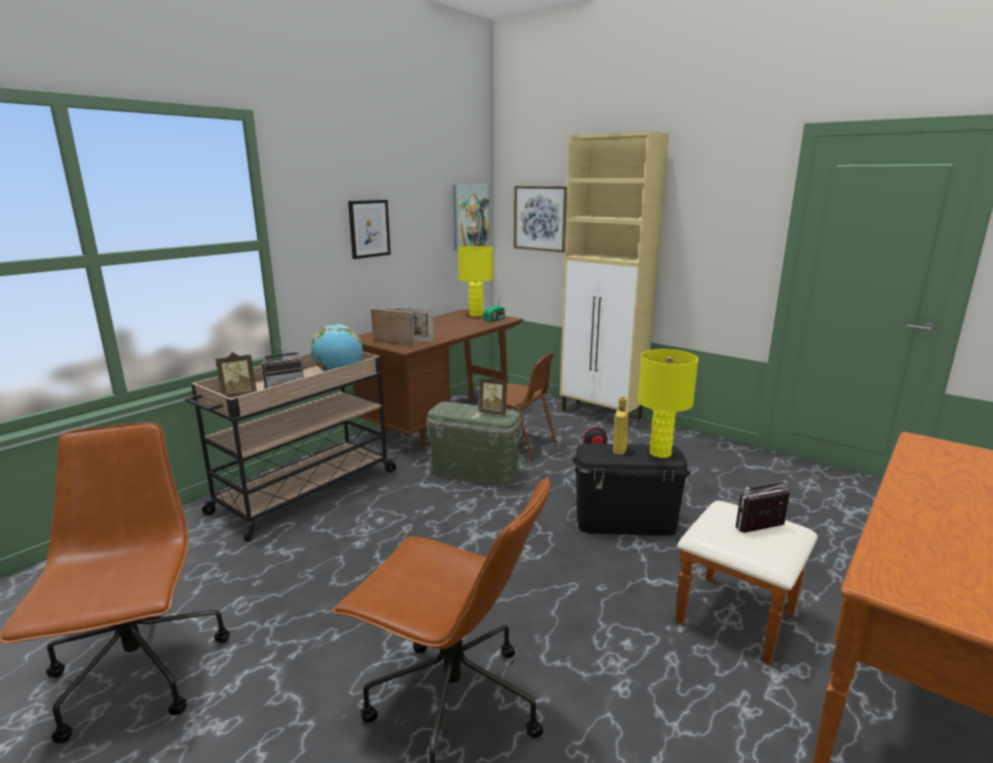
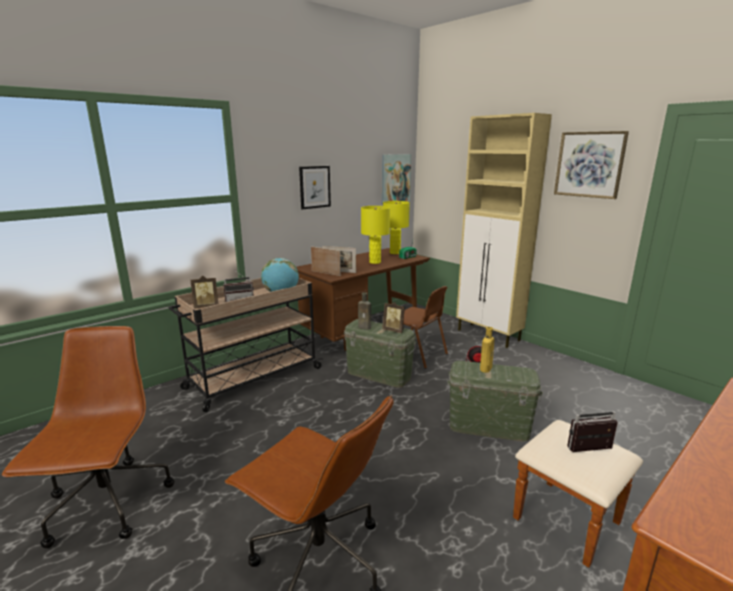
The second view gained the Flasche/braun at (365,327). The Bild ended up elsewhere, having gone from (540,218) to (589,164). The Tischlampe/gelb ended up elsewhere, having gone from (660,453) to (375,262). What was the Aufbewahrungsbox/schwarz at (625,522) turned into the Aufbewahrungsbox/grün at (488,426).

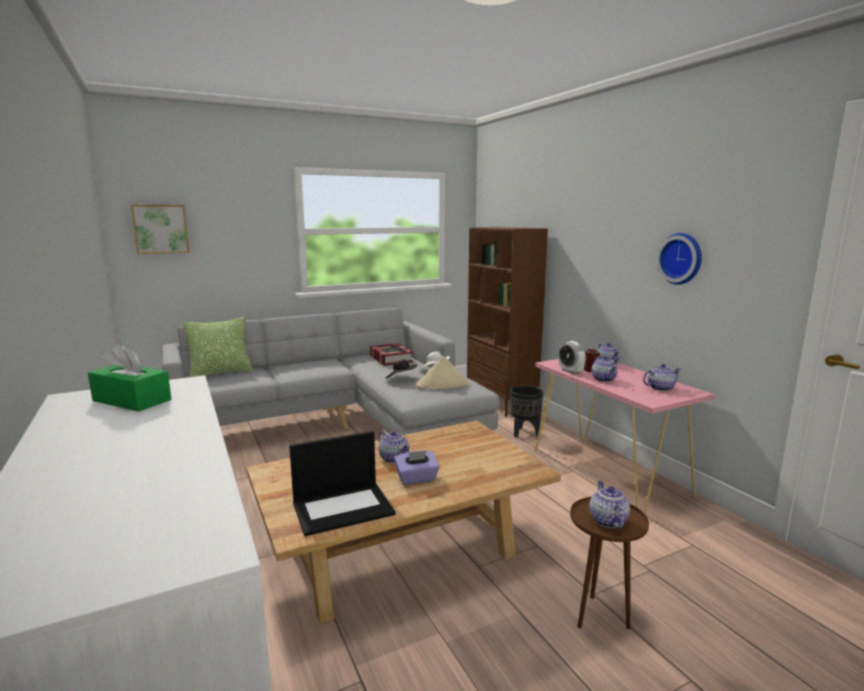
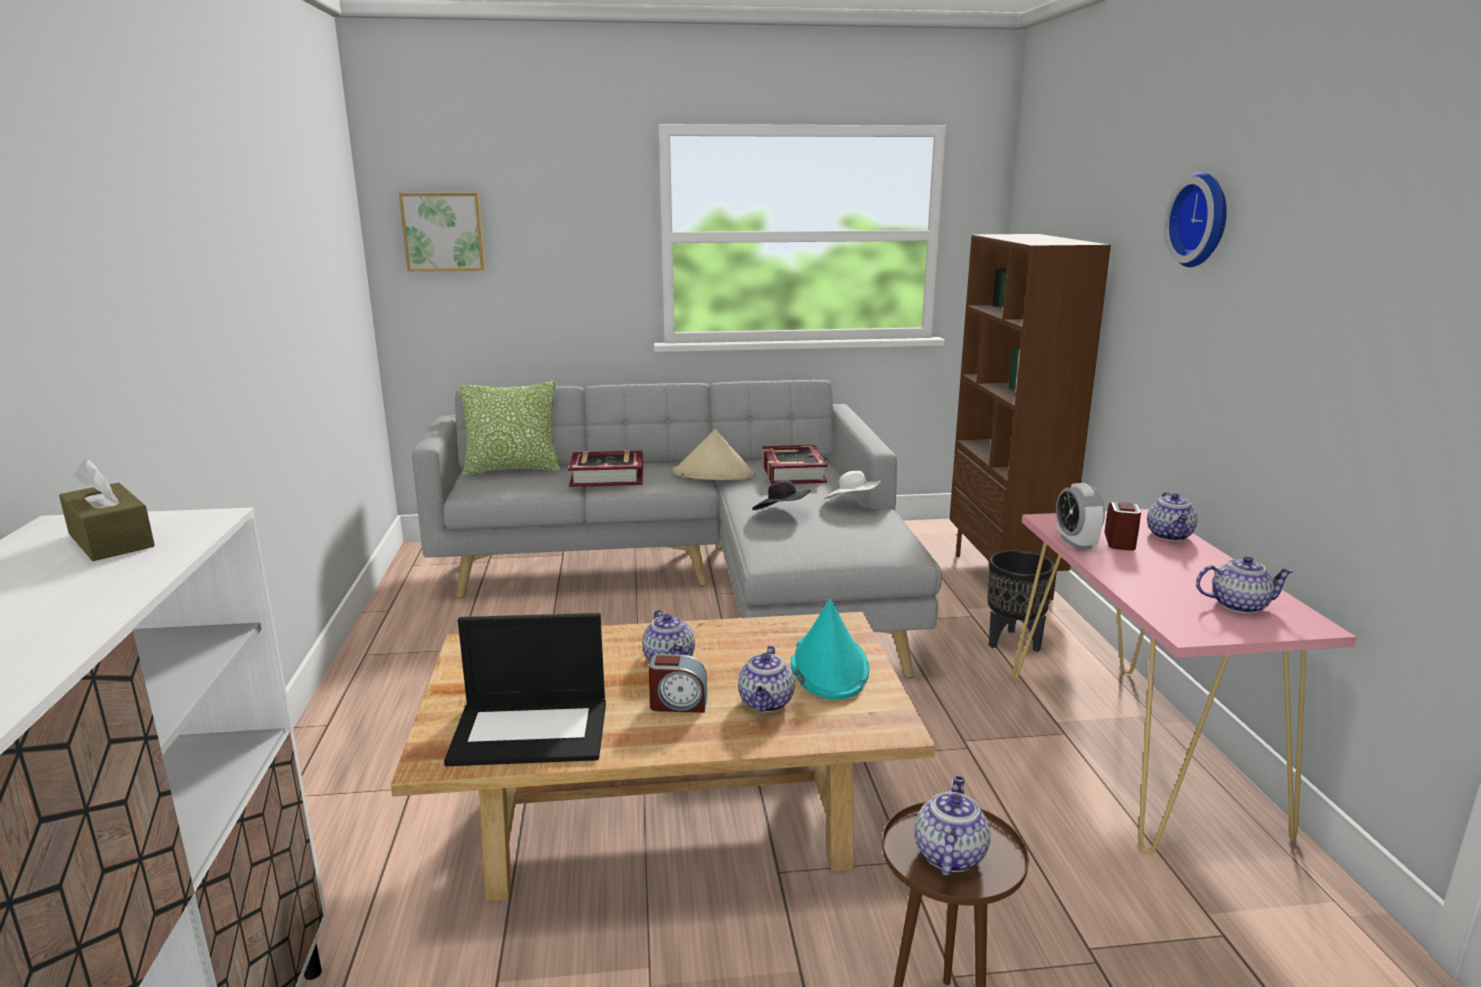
The second view gained the Buch at (607,477). The second view gained the Hut/türkis at (828,666). The Hut/beige ended up elsewhere, having gone from (442,385) to (714,474). The Teekanne ended up elsewhere, having gone from (604,379) to (766,703). The Wanduhr ended up elsewhere, having gone from (681,258) to (1203,220). Where the Taschentuchbox/lila stood at (417,479), the Wecker came to stand at (678,704). What was the Taschentuchbox/grün at (132,400) turned into the Taschentuchbox/braun at (111,540).

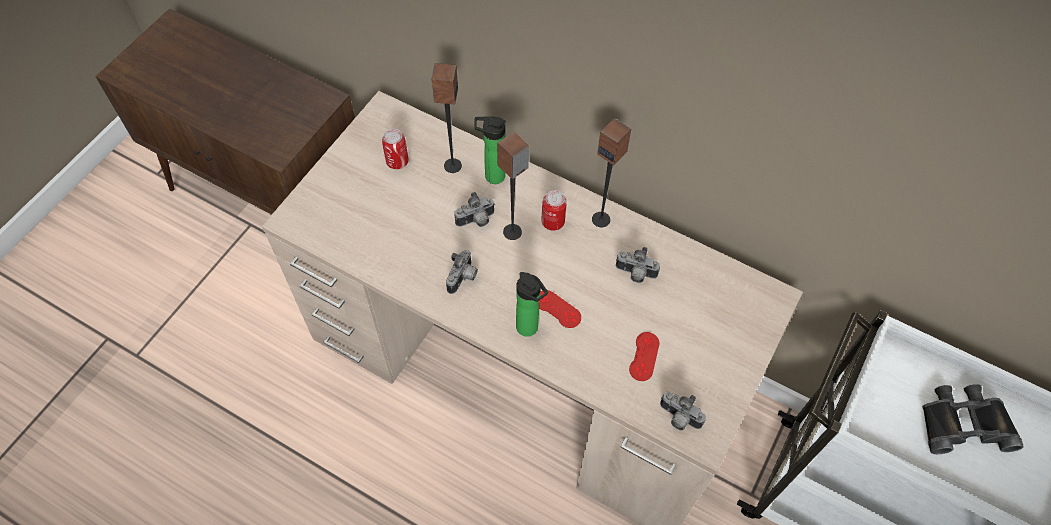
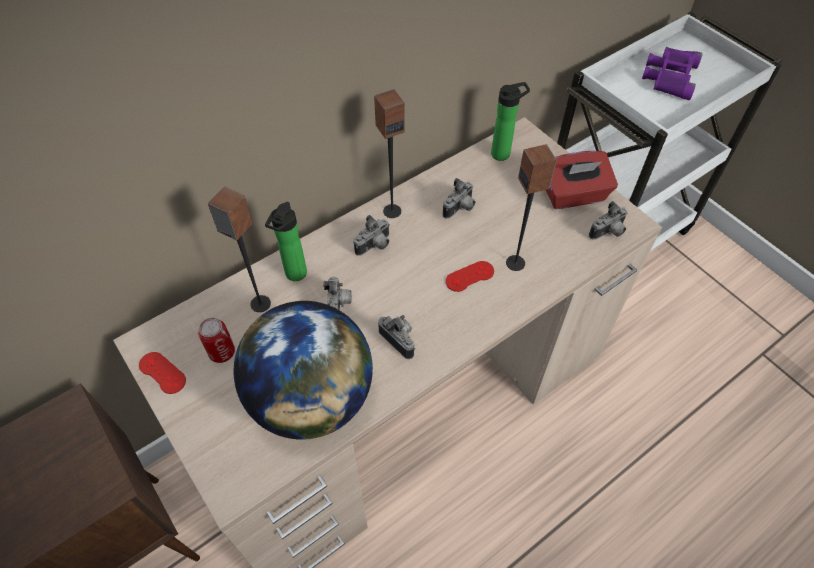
The second view gained the Globus at (312,399). The second view gained the Taschentuchbox/rot at (573,195). The Lautsprecher ended up elsewhere, having gone from (512,232) to (516,263). The Flasche ended up elsewhere, having gone from (529,329) to (503,153). The Gamepad/rot ended up elsewhere, having gone from (644,356) to (162,373). Where the Dose stood at (553,222), the Kamera came to stand at (375,246). What was the Fernglas/schwarz at (963,423) turned into the Fernglas/lila at (669,77).

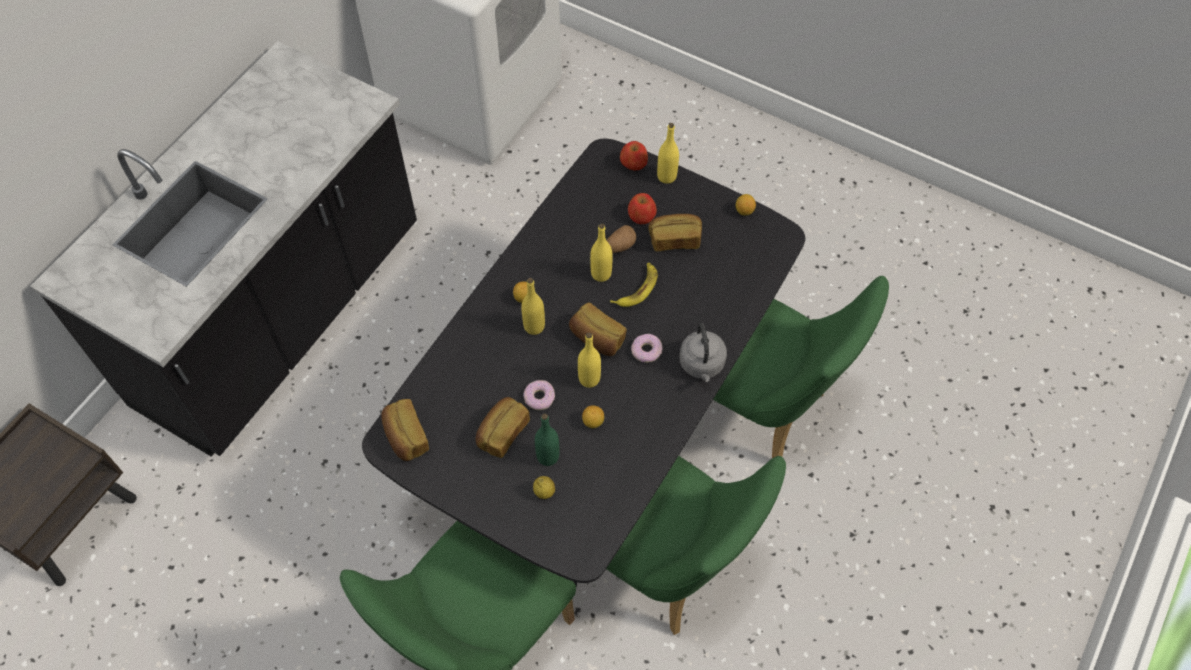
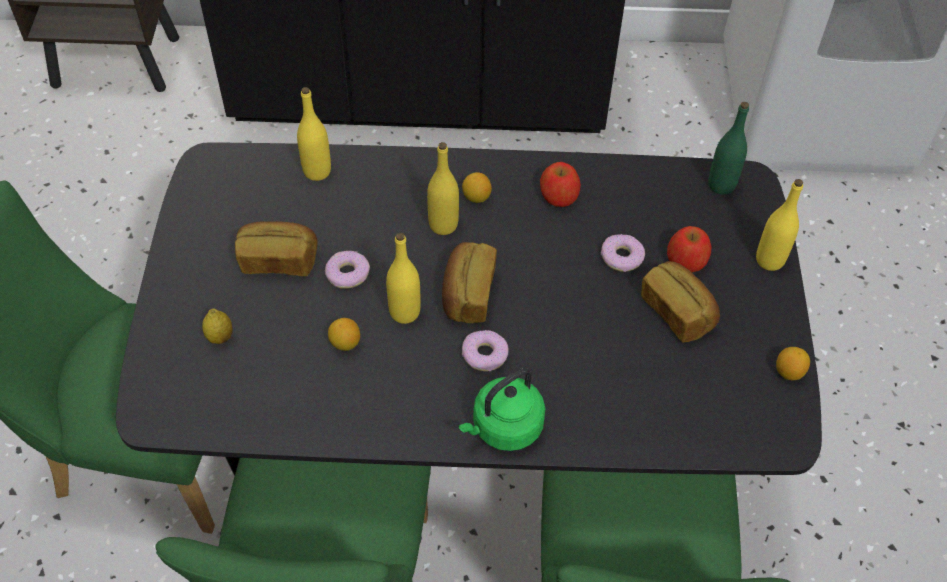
The second view lost the Brot at (406,437). The second view lost the Banane at (637,288). The Flasche/grün ended up elsewhere, having gone from (548,456) to (721,185). The Flasche/gelb ended up elsewhere, having gone from (601,274) to (317,171). The Apfel ended up elsewhere, having gone from (633,163) to (559,195). Where the Kartoffel stood at (619,246), the Donut came to stand at (621,257). What was the Wasserkessel/grau at (702,365) turned into the Wasserkessel/grün at (504,427).

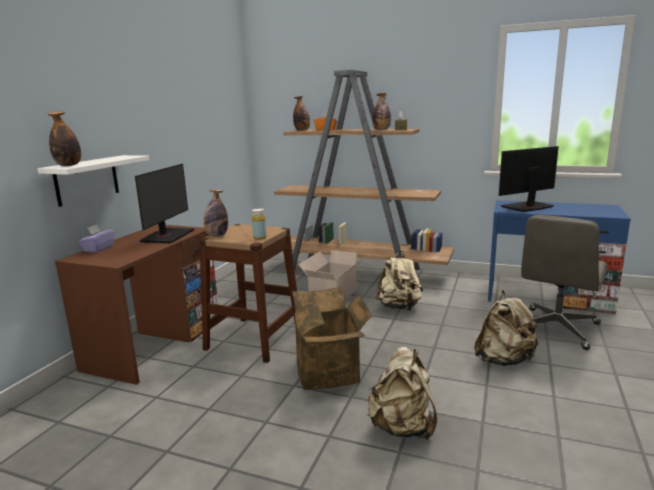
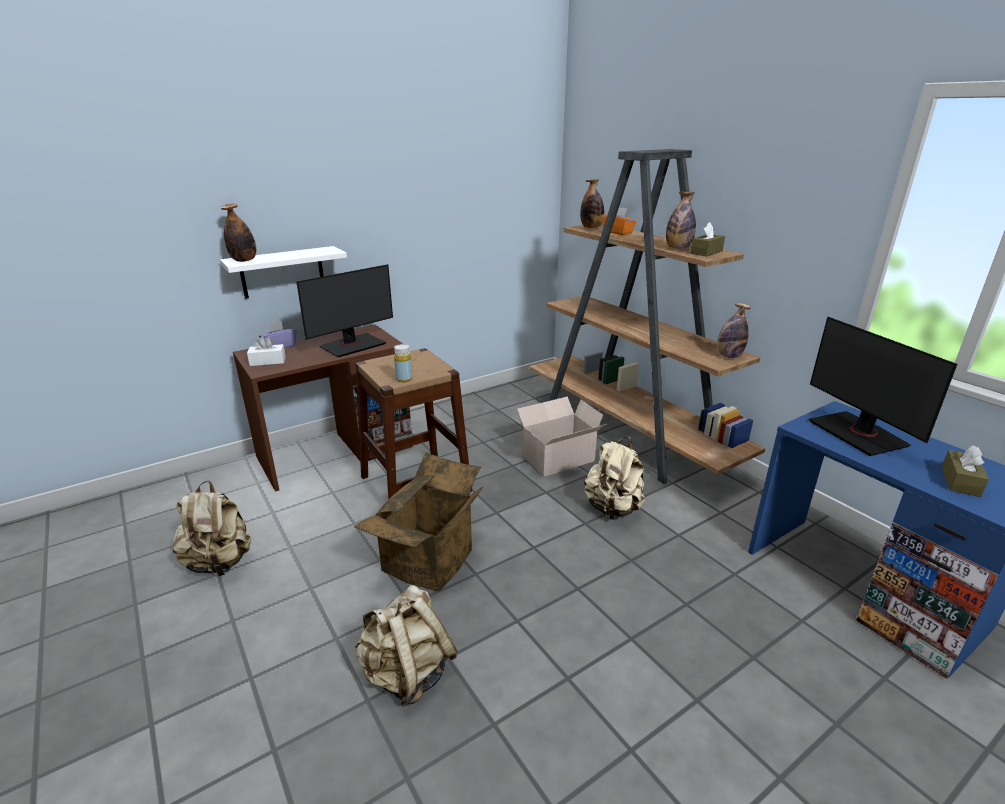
The second view lost the Bürostuhl/grau at (556,329). The second view gained the Taschentuchbox/weiß at (267,361). The second view gained the Taschentuchbox/braun at (960,481). The Flasche ended up elsewhere, having gone from (217,236) to (729,356). The Rucksack/beige ended up elsewhere, having gone from (504,360) to (219,563). The Monitor at (527,207) ended up facing another way, 120 degrees counterclockwise from before.

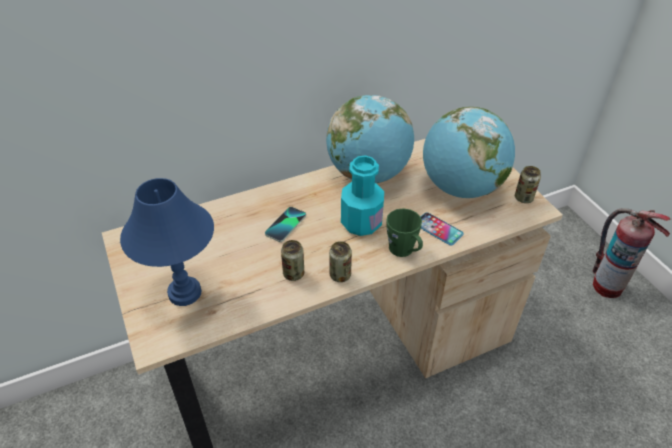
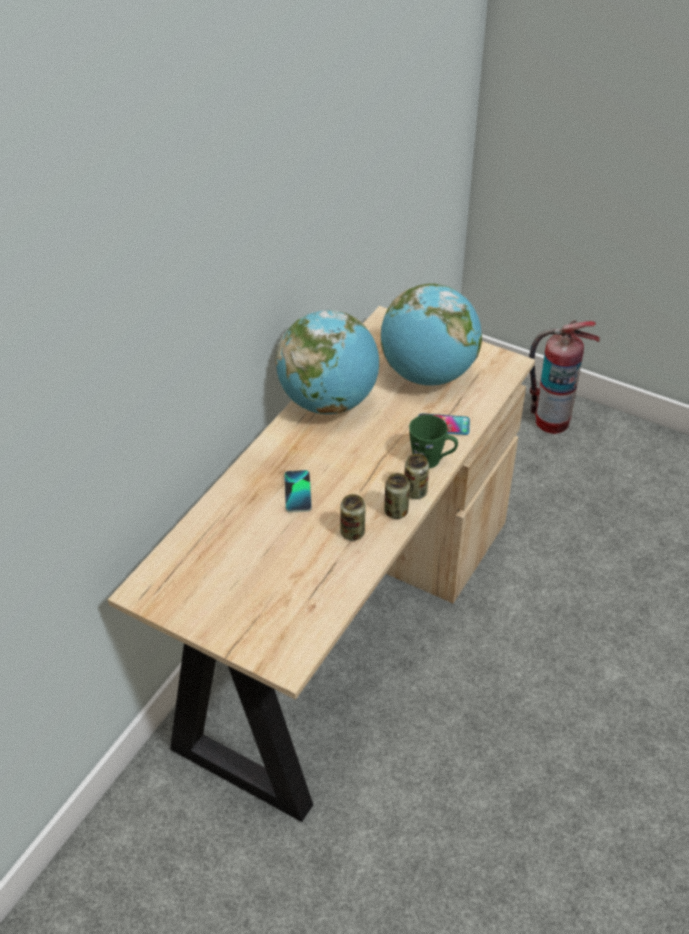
The second view lost the Tischlampe/blau at (185,293). The second view lost the Flasche/türkis at (361,222). The Dose ended up elsewhere, having gone from (523,198) to (415,492).

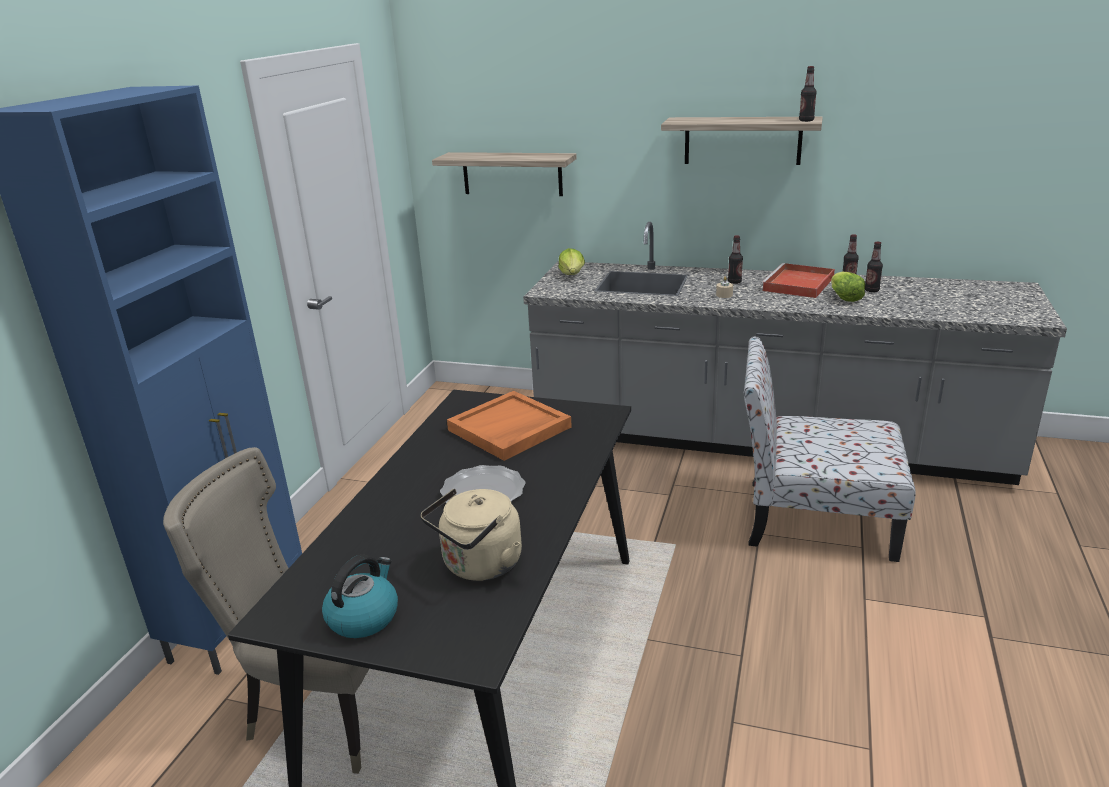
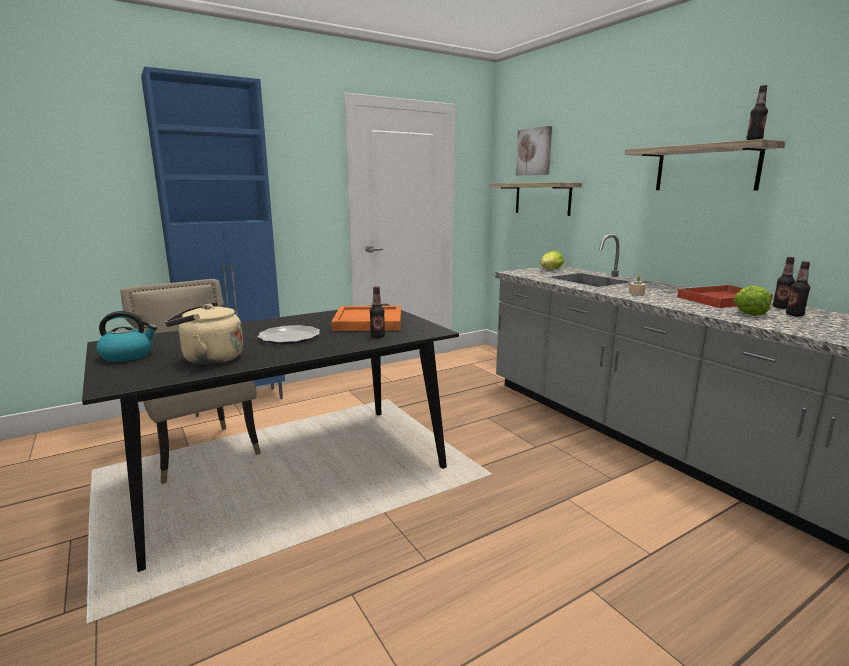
The second view lost the Stuhl at (814,519). The second view gained the Bild at (534,152). The Flasche ended up elsewhere, having gone from (734,282) to (377,336).

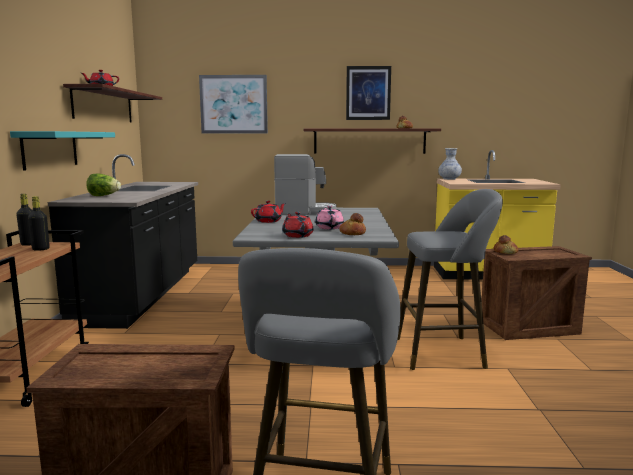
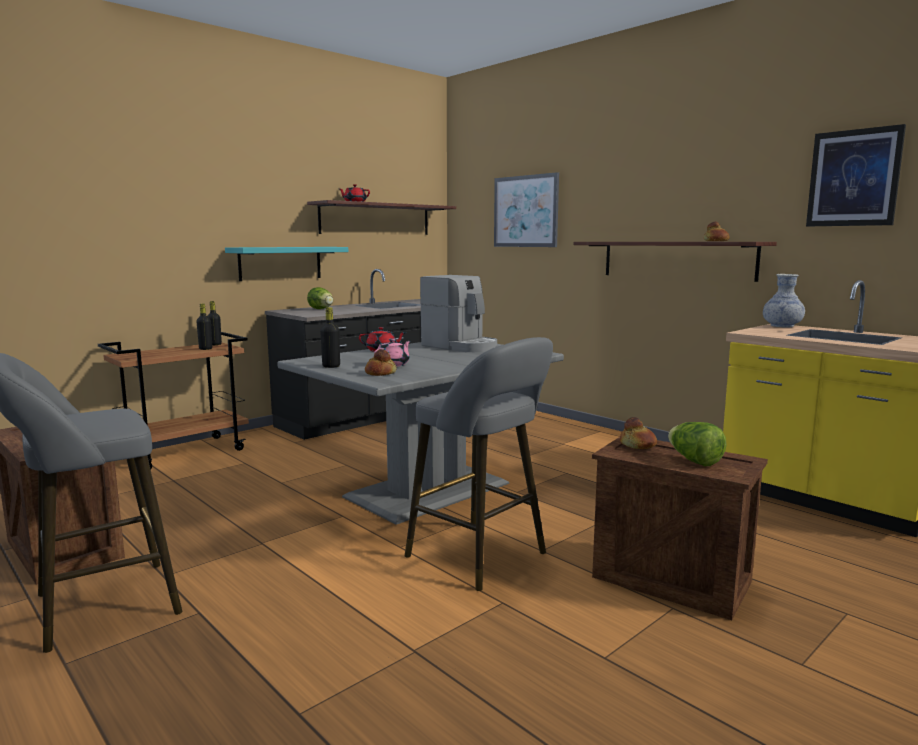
The second view gained the Salatkopf at (694,461). The Bild ended up elsewhere, having gone from (368,93) to (853,178). Where the Teekanne/rot stood at (297,235), the Flasche/schwarz came to stand at (331,366).

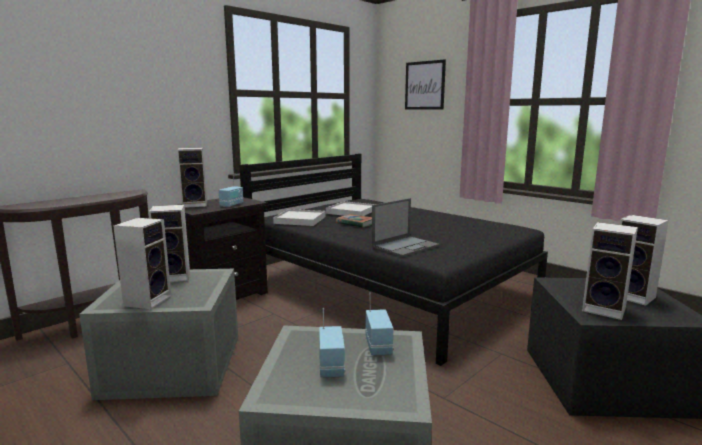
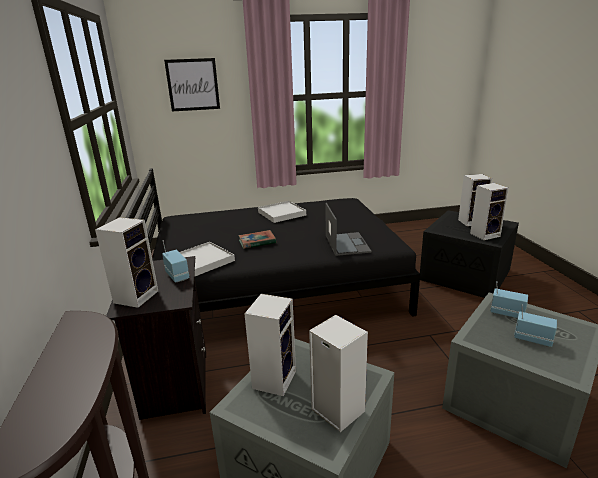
The Tablett/weiß ended up elsewhere, having gone from (351,211) to (281,213).

